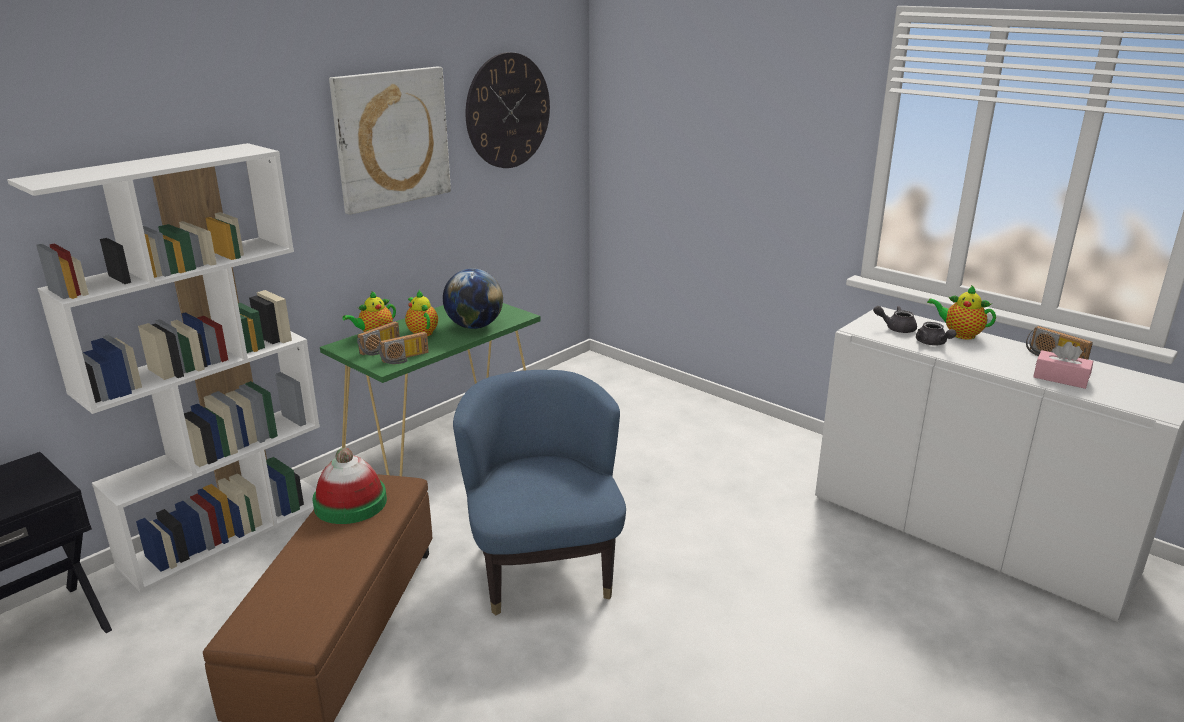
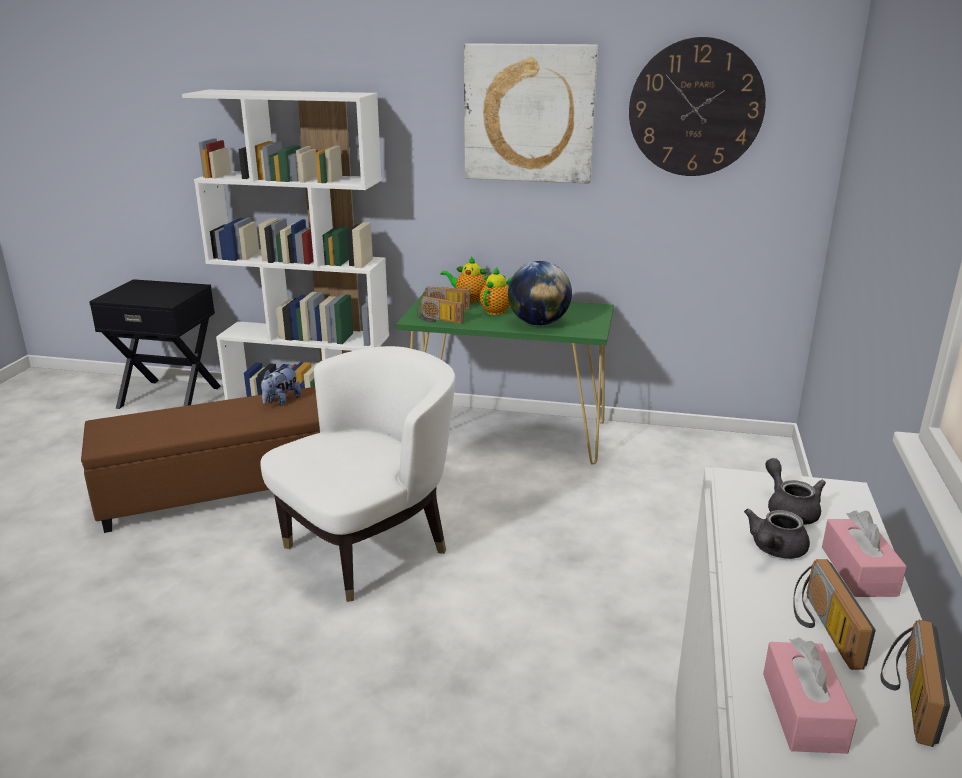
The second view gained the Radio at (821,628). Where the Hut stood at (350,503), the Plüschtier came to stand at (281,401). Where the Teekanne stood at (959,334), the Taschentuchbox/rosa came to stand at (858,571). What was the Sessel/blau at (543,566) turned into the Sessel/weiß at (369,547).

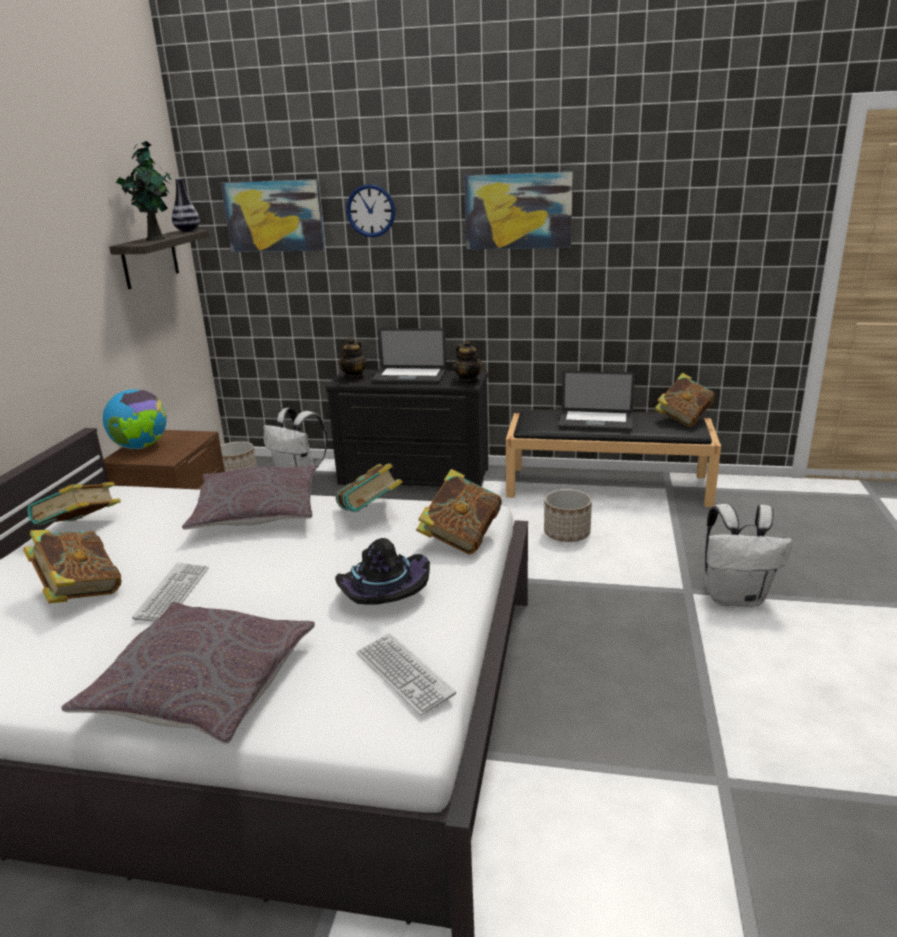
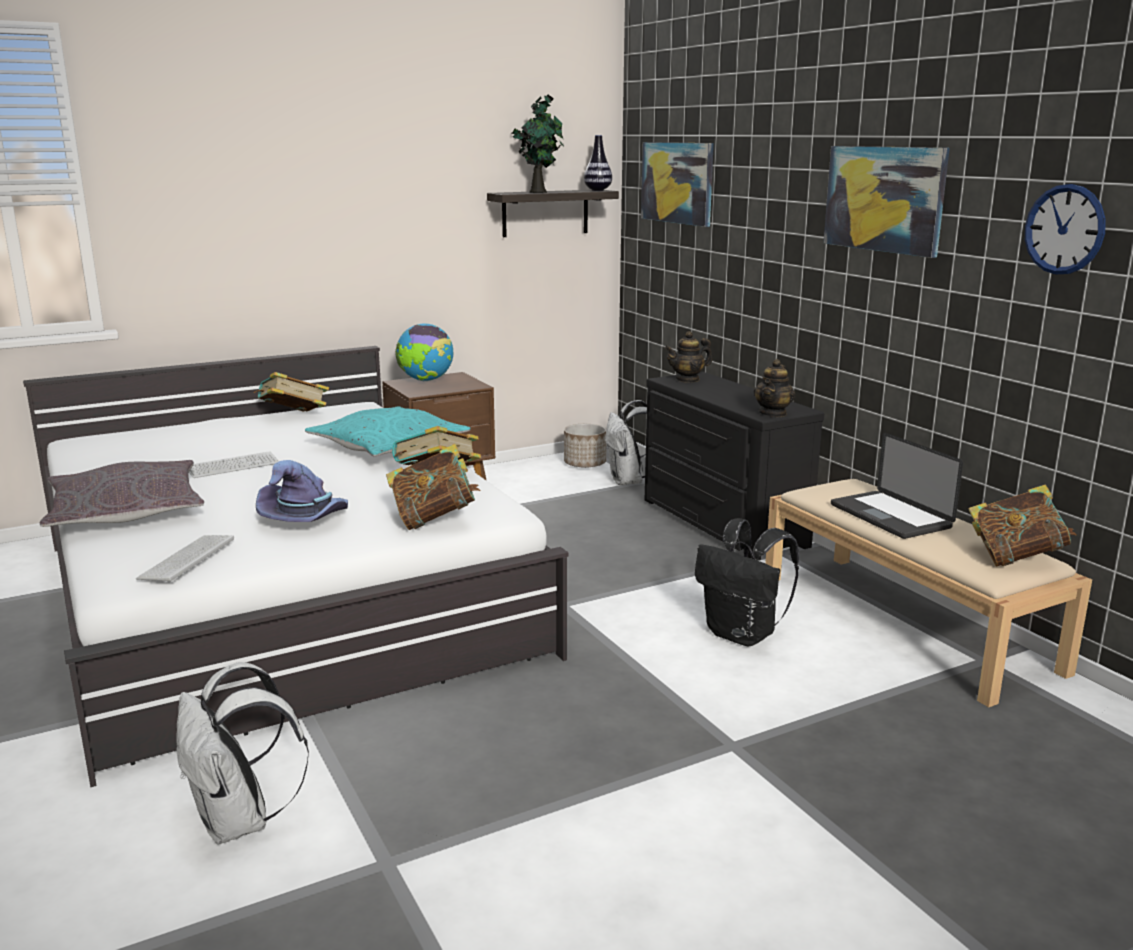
The second view lost the Buch at (80,592). The second view lost the Laptop at (409,377). The Wanduhr ended up elsewhere, having gone from (370,210) to (1064,229). The Rucksack/weiß ended up elsewhere, having gone from (735,597) to (239,822). Where the Pflanzkübel stood at (567,533), the Rucksack/schwarz came to stand at (743,635). What was the Kissen/grau at (257,511) turned into the Kissen/türkis at (388,447). What was the Hut/schwarz at (381,592) turned into the Hut/lila at (306,520). What was the Bank/schwarz at (608,485) turned into the Bank/beige at (906,622).

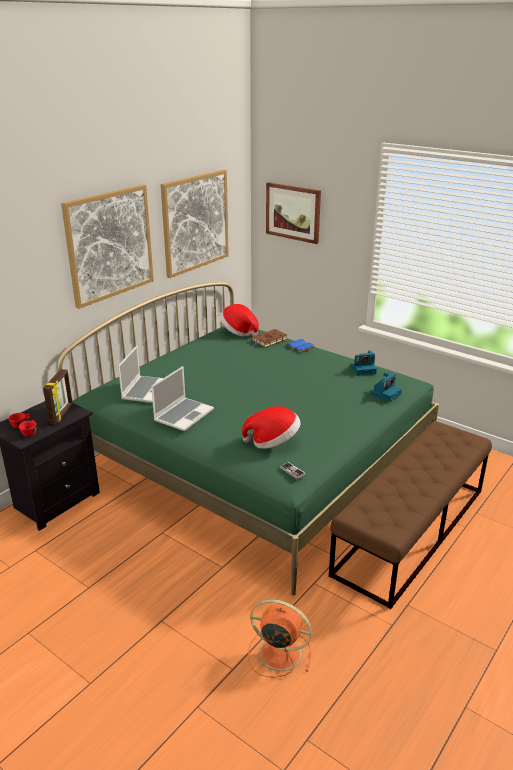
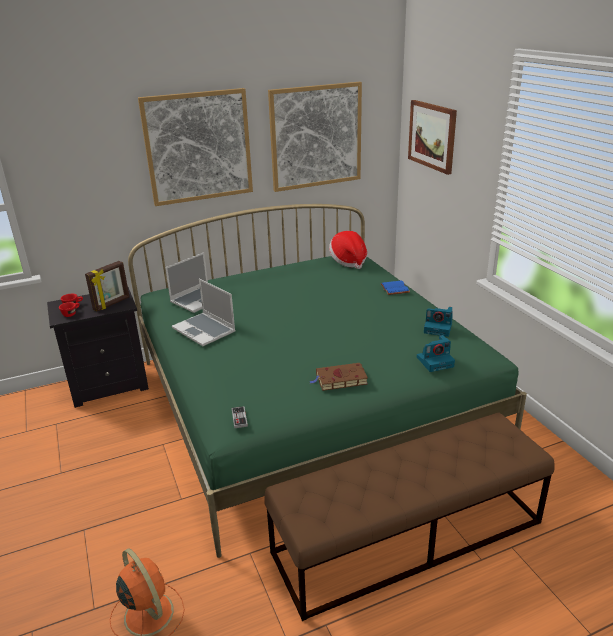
The second view lost the Hut at (273,442). The Buch/braun ended up elsewhere, having gone from (269,340) to (339,379). The Laptop at (183,415) ended up facing another way, 75 degrees clockwise from before.

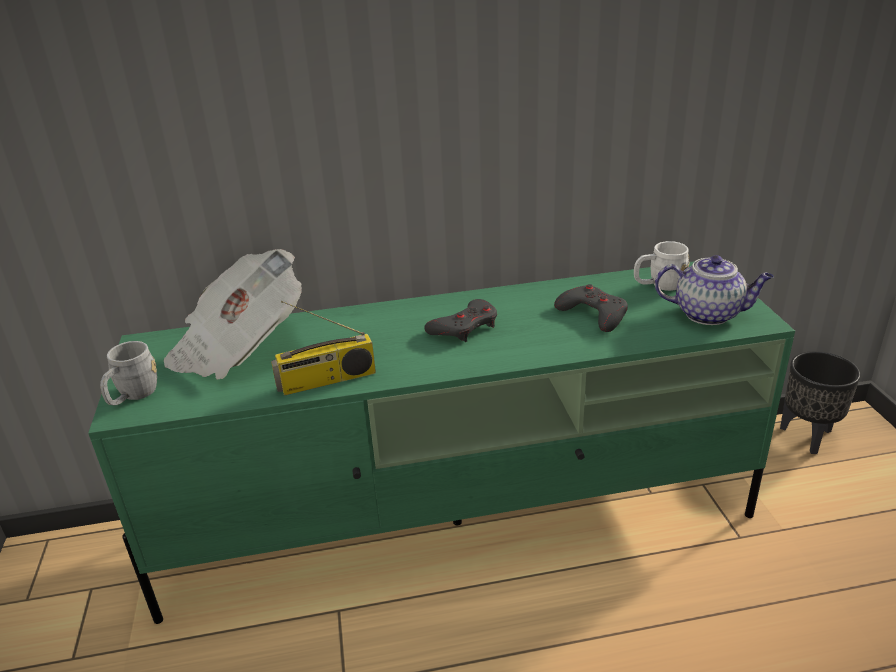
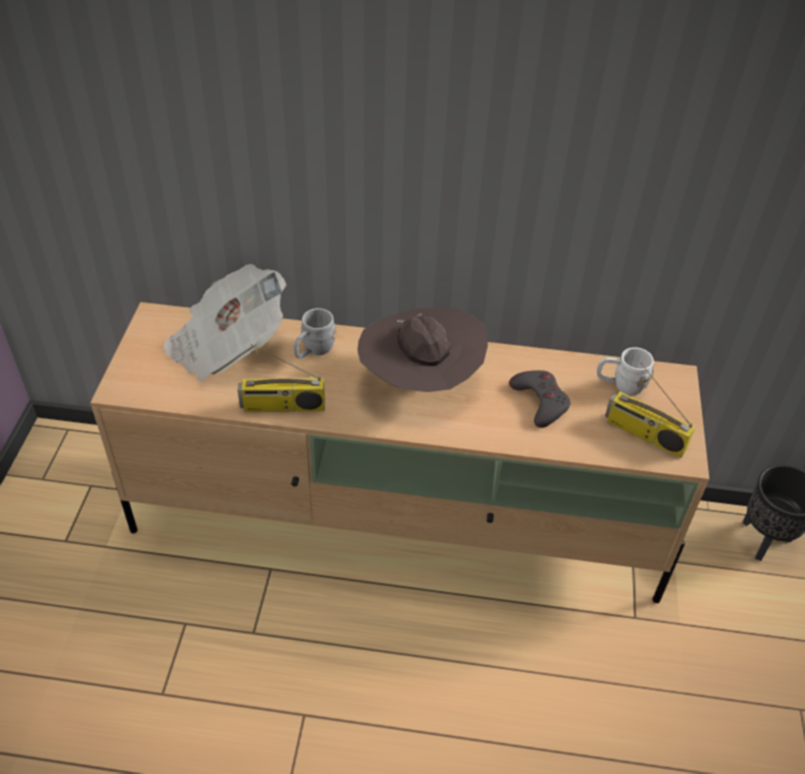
The Henkelbecher/grau ended up elsewhere, having gone from (133,396) to (313,350). Where the Gamepad/grau stood at (465,327), the Hut/braun came to stand at (420,382). Where the Teekanne stood at (709,314), the Radio came to stand at (644,435). What was the Fernsehschrank/grün at (461,522) turned into the Fernsehschrank/beige at (400,523).

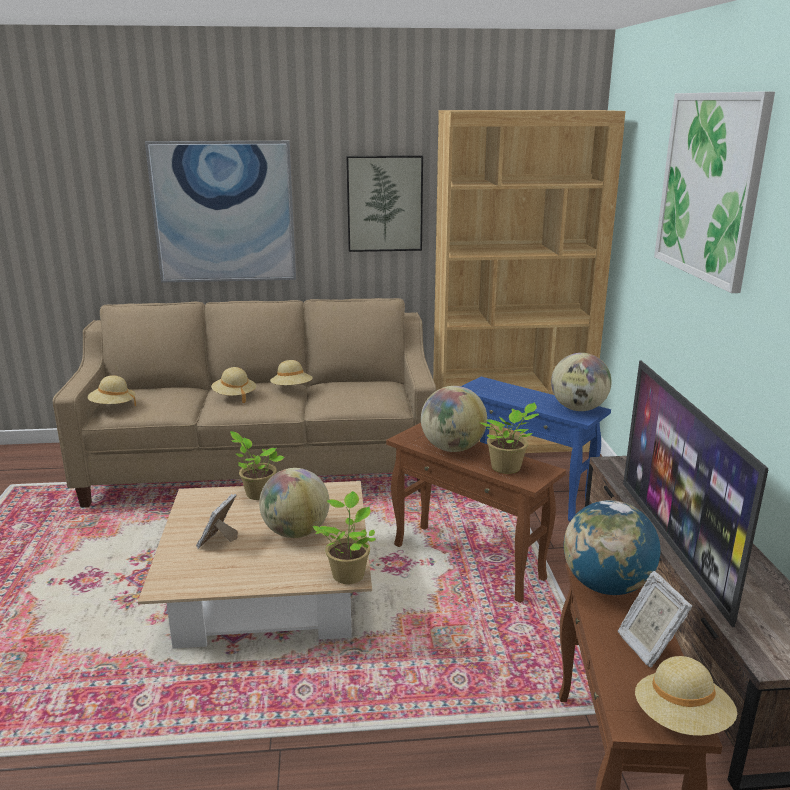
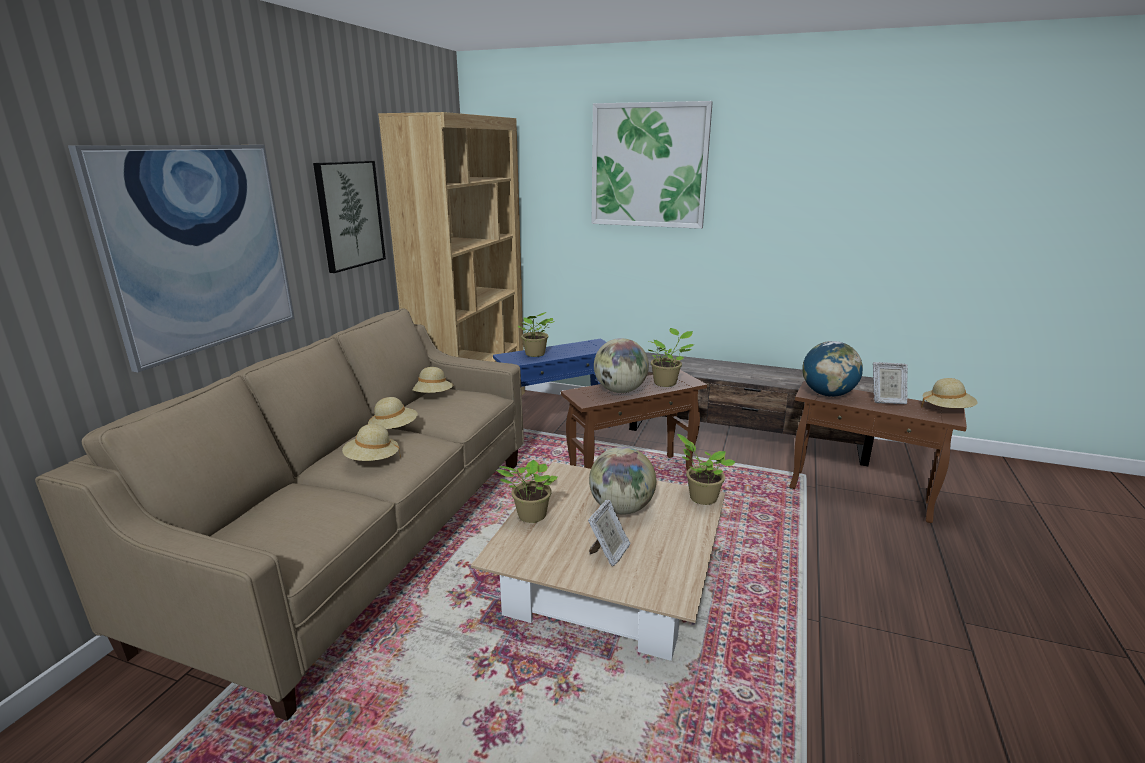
The second view lost the Globus at (578,409). The second view lost the Fernseher at (674,545). The second view gained the Topfpflanze at (535,354). The Hut/beige ended up elsewhere, having gone from (113,406) to (432,396). The Bilderrahmen at (218,541) ended up facing another way, 105 degrees counterclockwise from before.

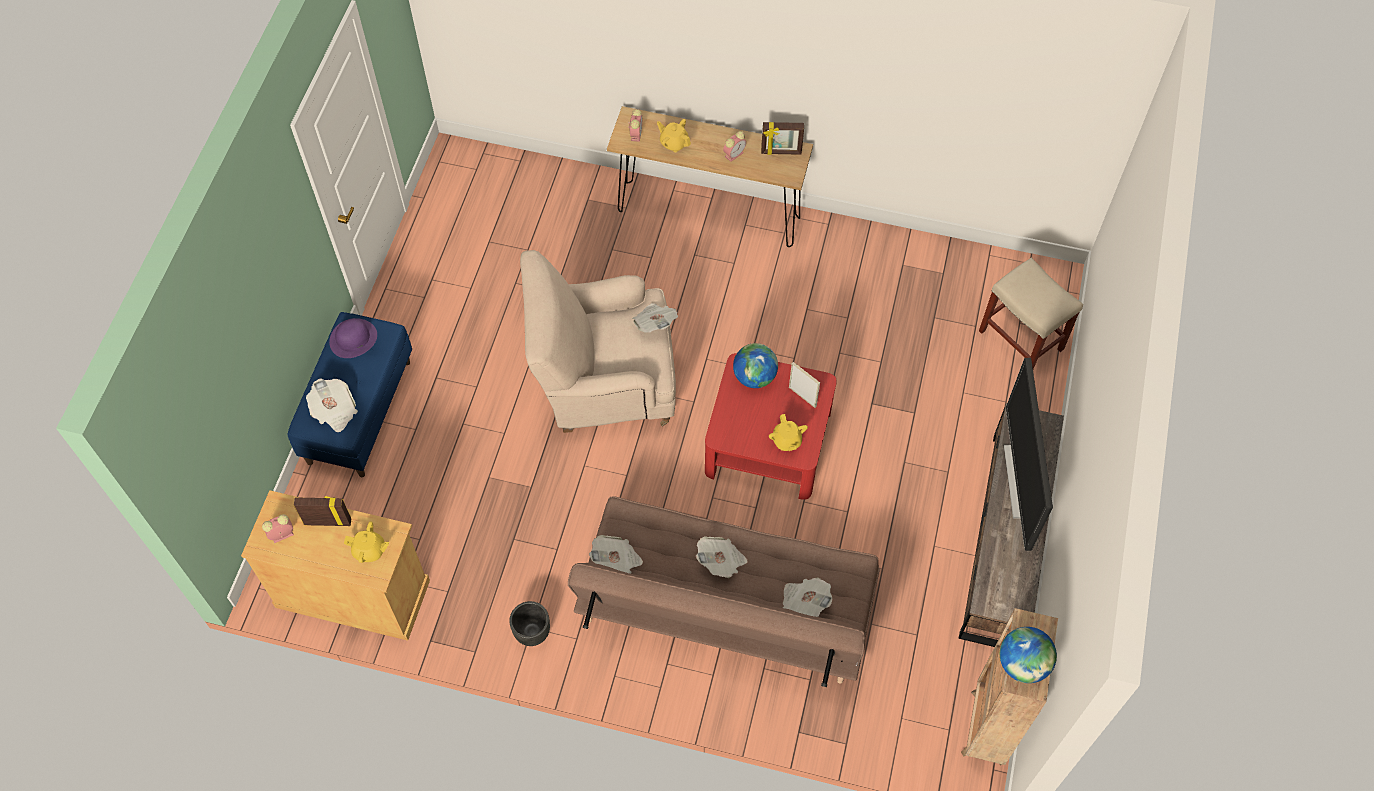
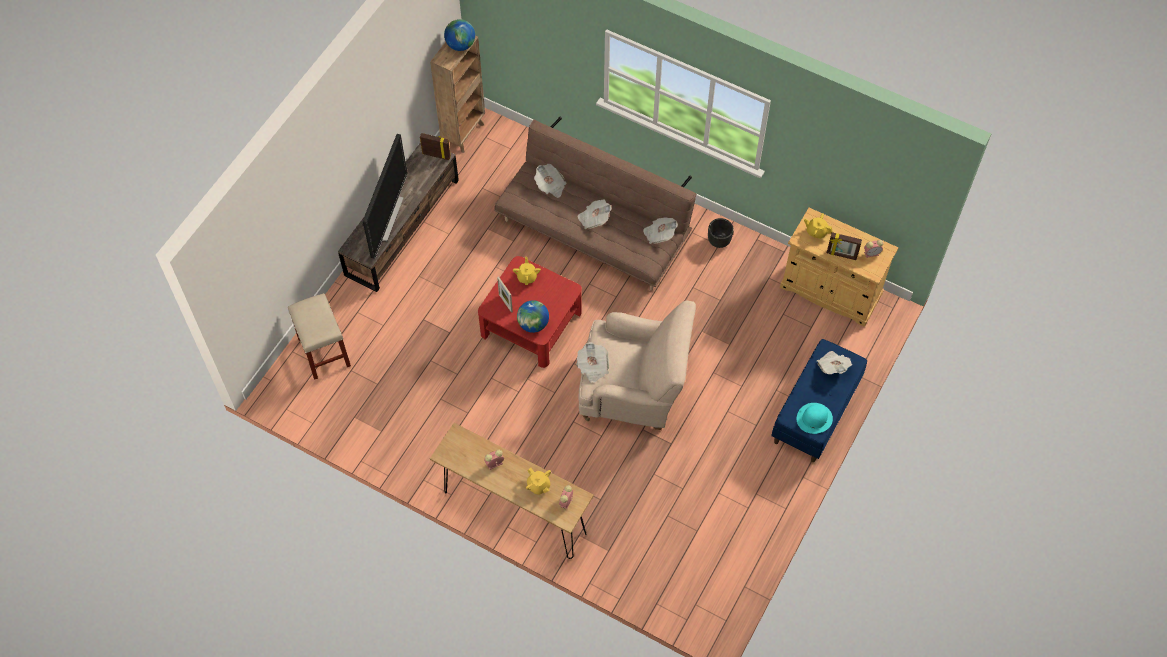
The Bilderrahmen ended up elsewhere, having gone from (781,152) to (436,155). What was the Hut/lila at (353,338) turned into the Hut/türkis at (814,418).

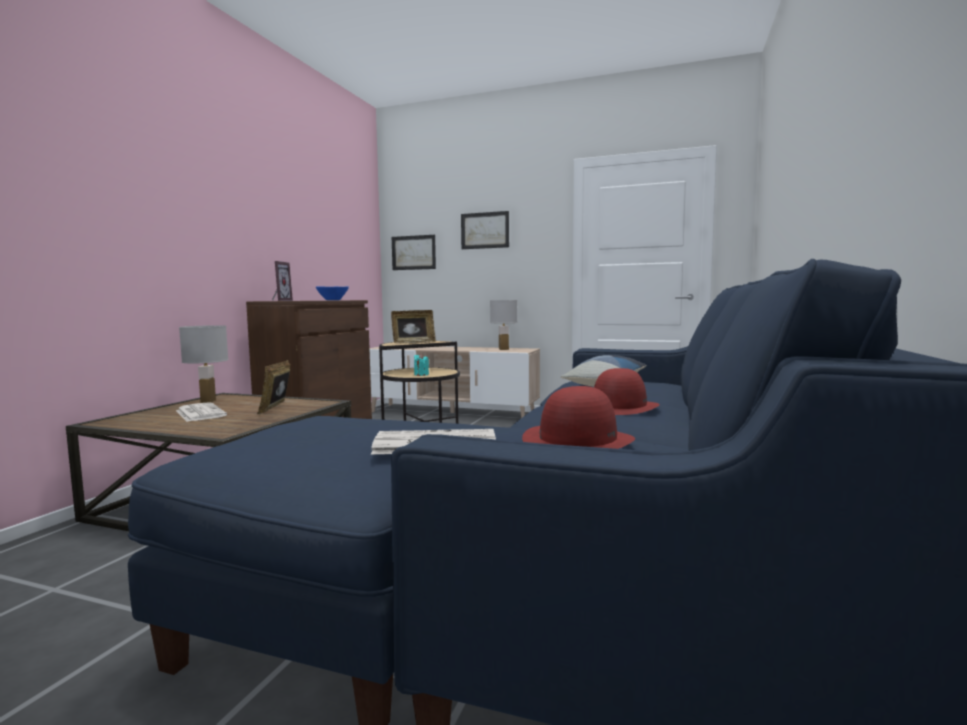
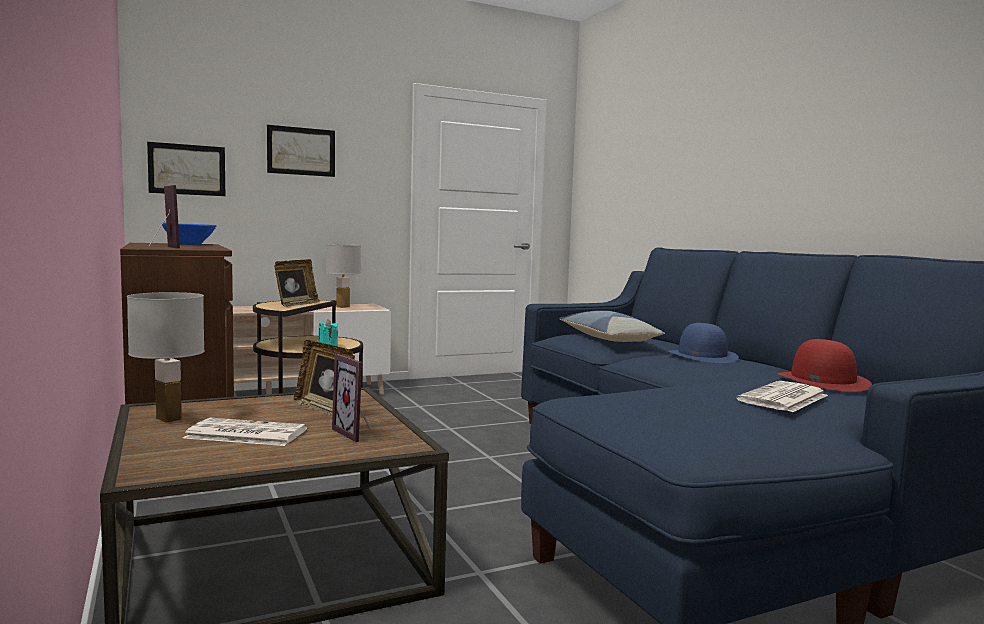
The second view gained the Bilderrahmen at (357,433). What was the Hut/rot at (618,406) turned into the Hut/blau at (702,356).

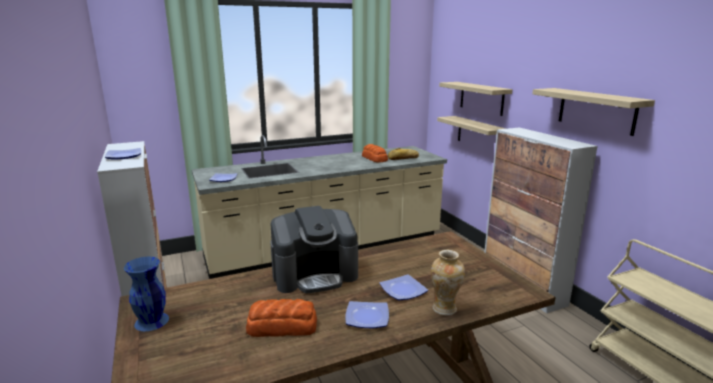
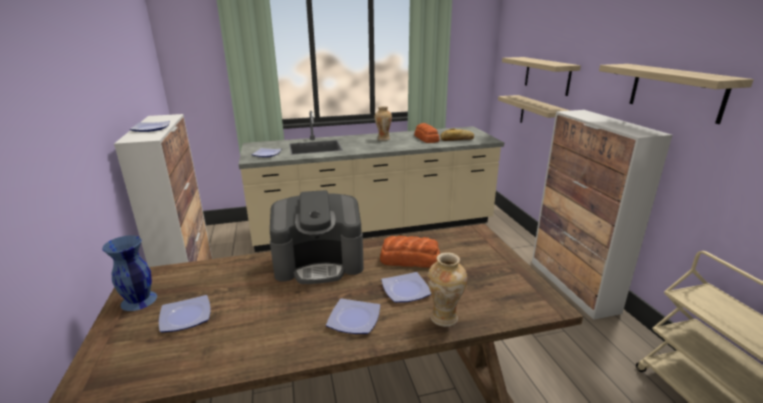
The second view gained the Teller at (185,317). The second view gained the Vase at (383,139). The Brot ended up elsewhere, having gone from (281,326) to (409,259).

